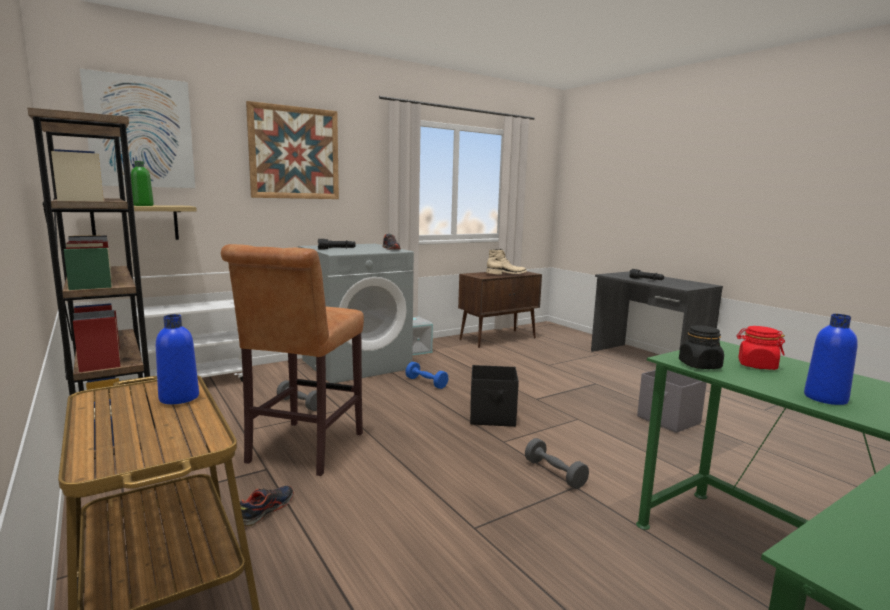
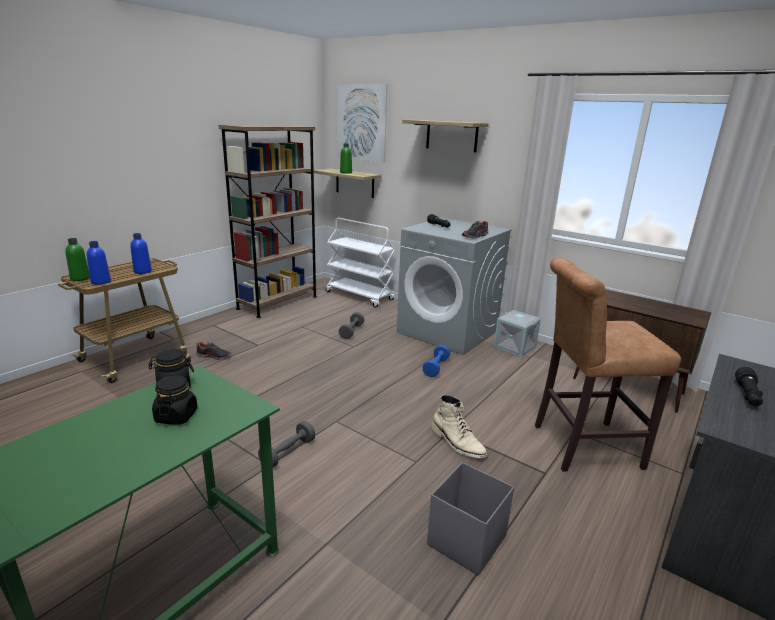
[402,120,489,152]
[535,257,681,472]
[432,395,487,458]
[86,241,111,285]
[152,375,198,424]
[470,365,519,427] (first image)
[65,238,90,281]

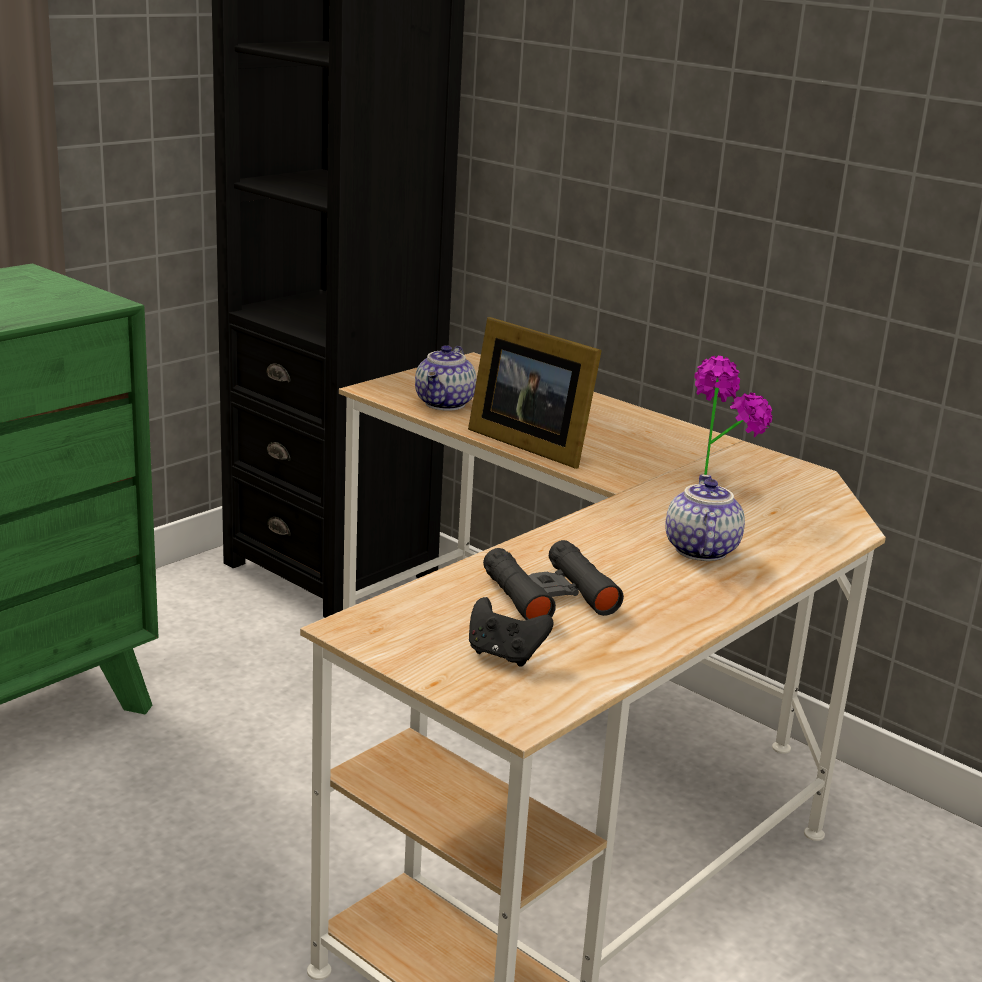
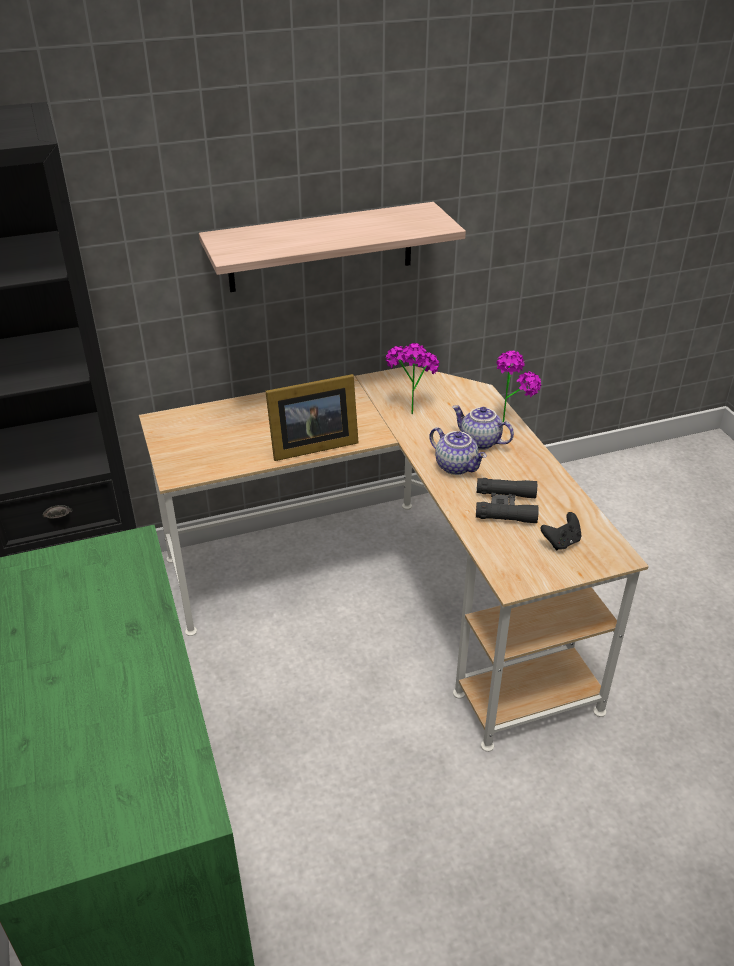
[430,427,487,475]
[199,202,466,292]
[497,351,541,422]

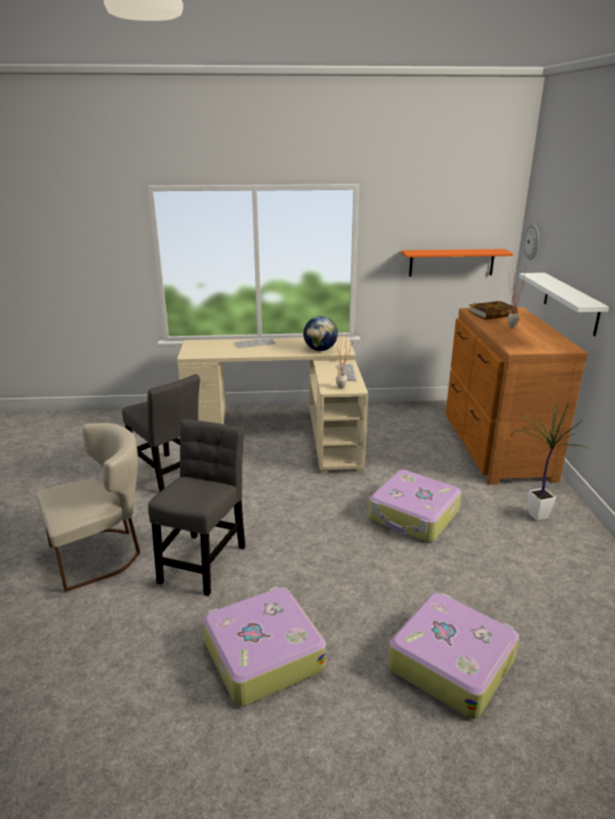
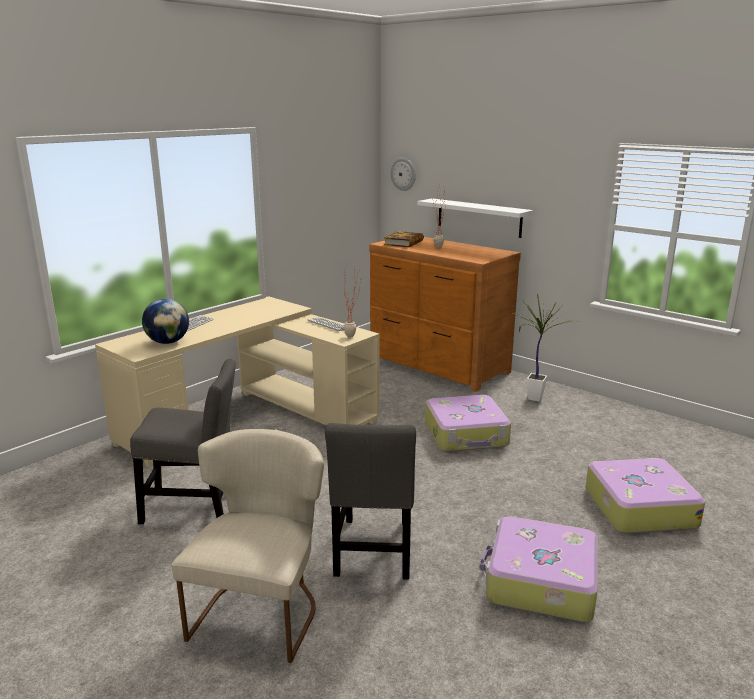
[401,249,513,277] (first image)
[142,299,189,344]
[325,423,416,580]

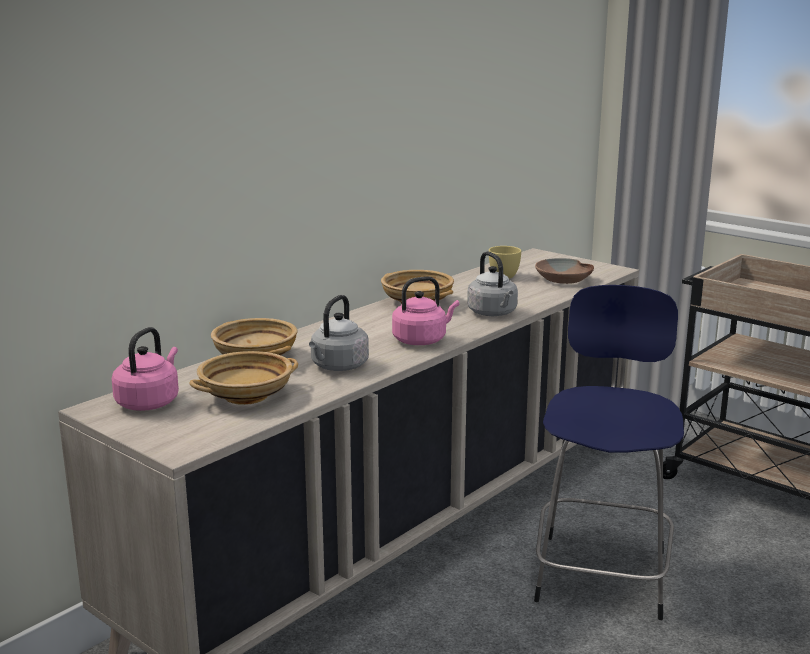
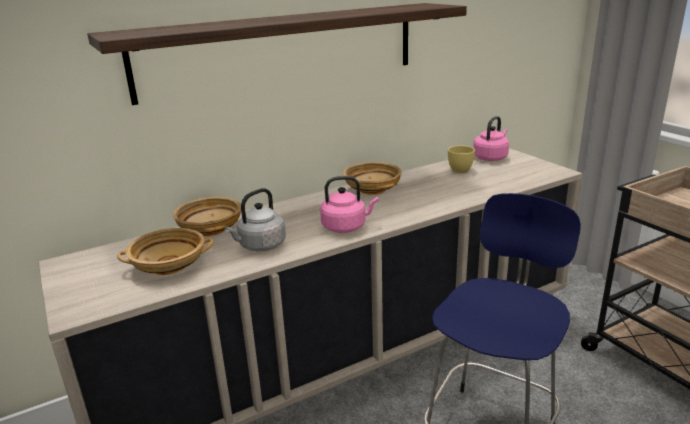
[467,251,518,316] (first image)
[535,258,594,284] (first image)
[473,116,509,161]
[87,3,467,105]

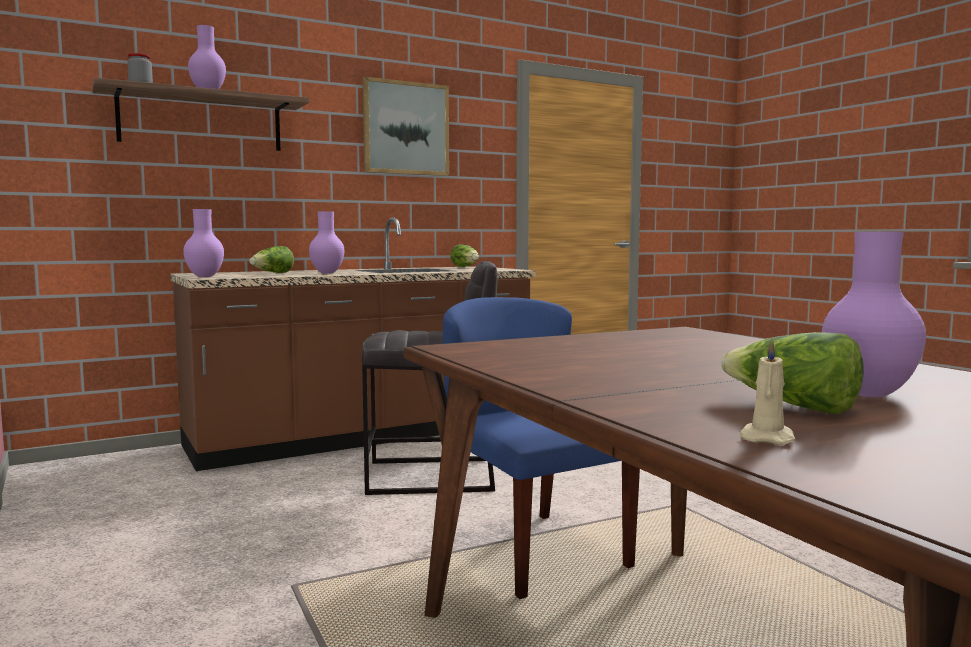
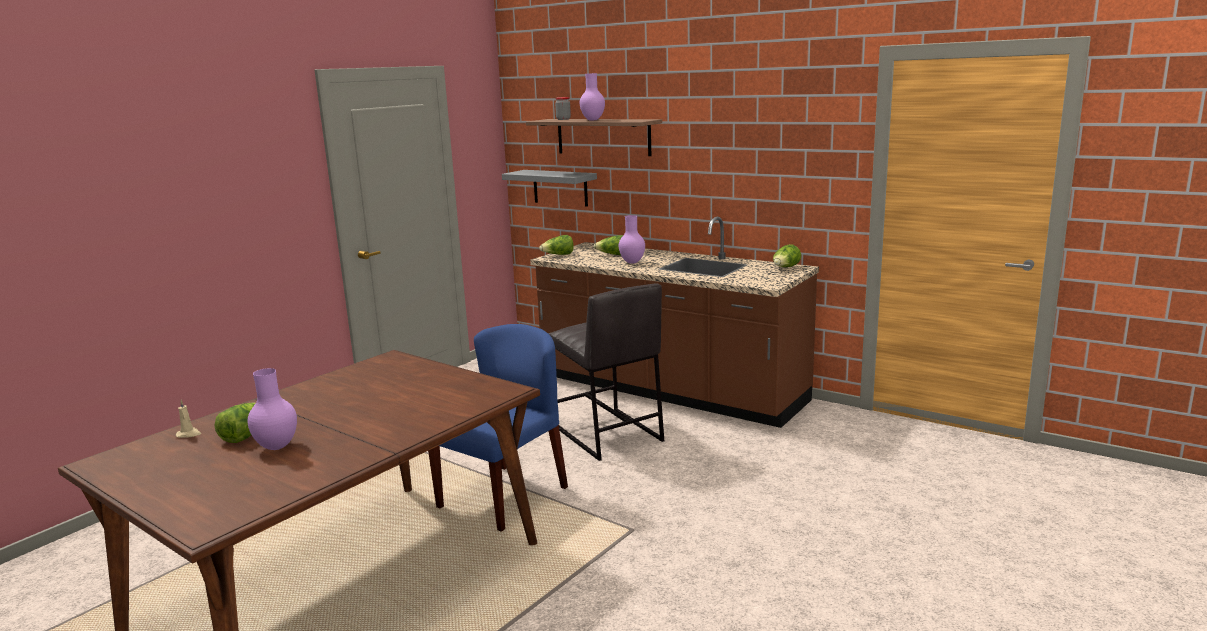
[362,77,449,176] (first image)
[539,235,574,255]
[502,170,597,206]

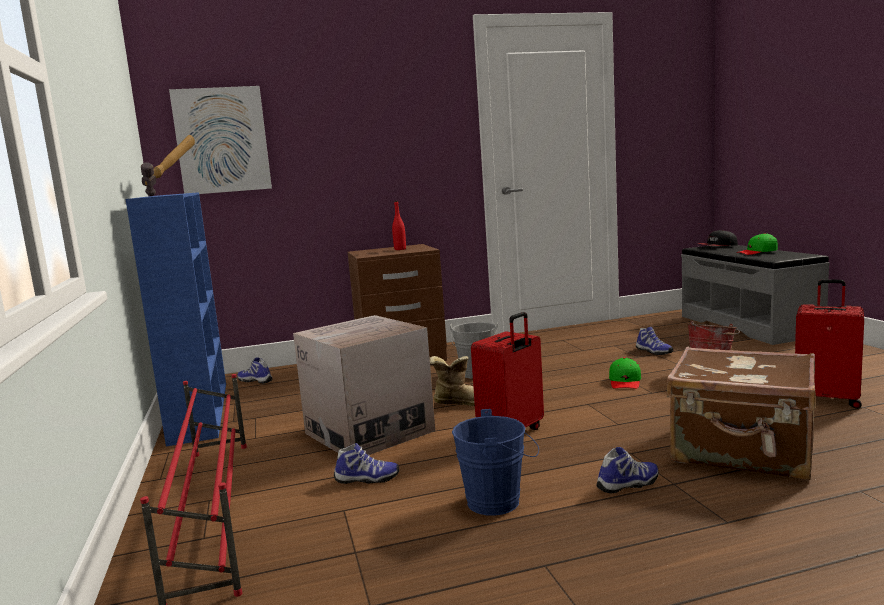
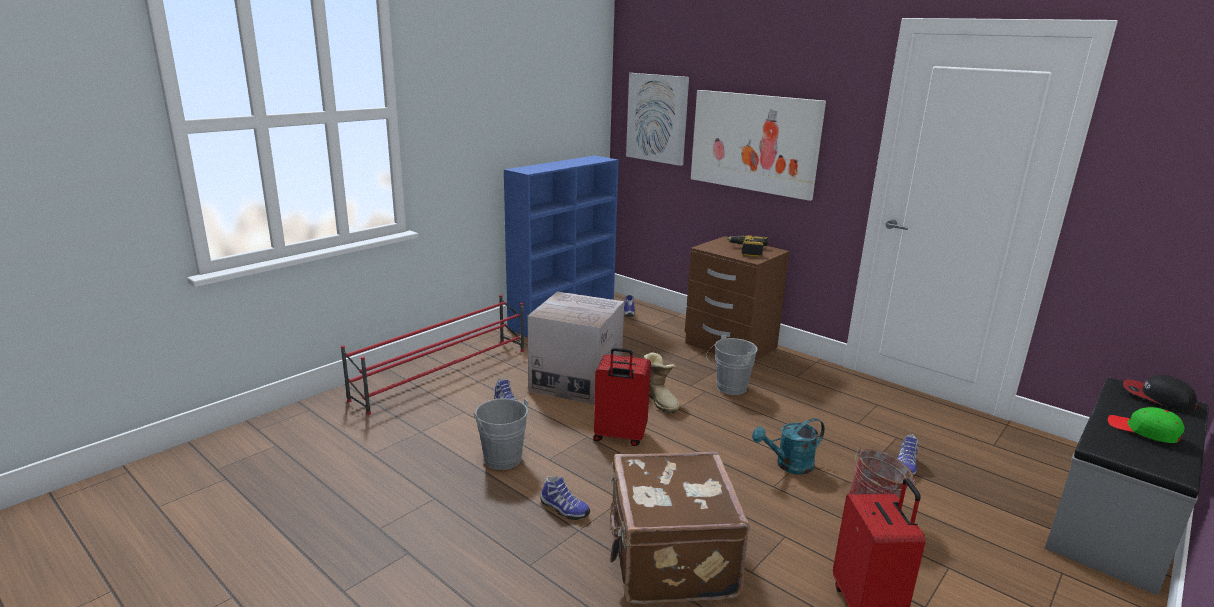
[141,135,195,196] (first image)
[727,235,768,257]
[752,418,825,475]
[474,398,533,470]
[691,90,826,201]

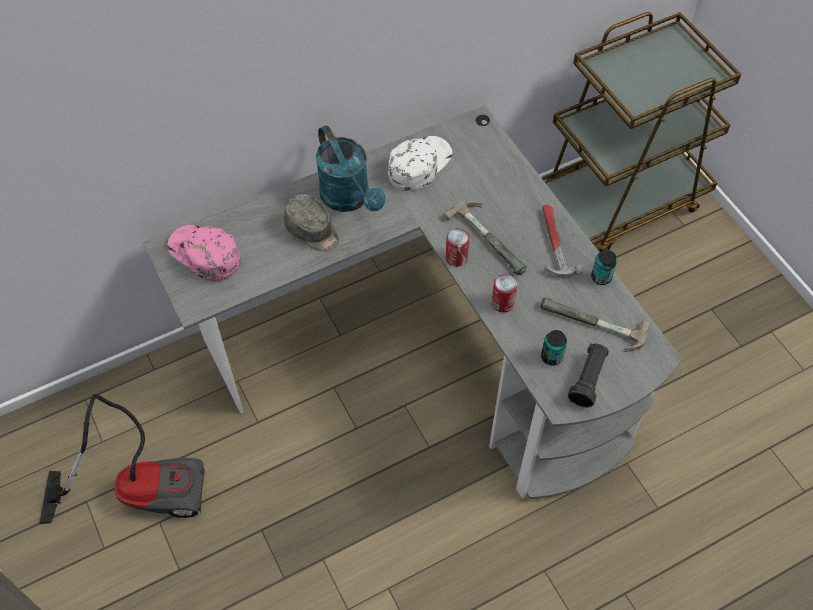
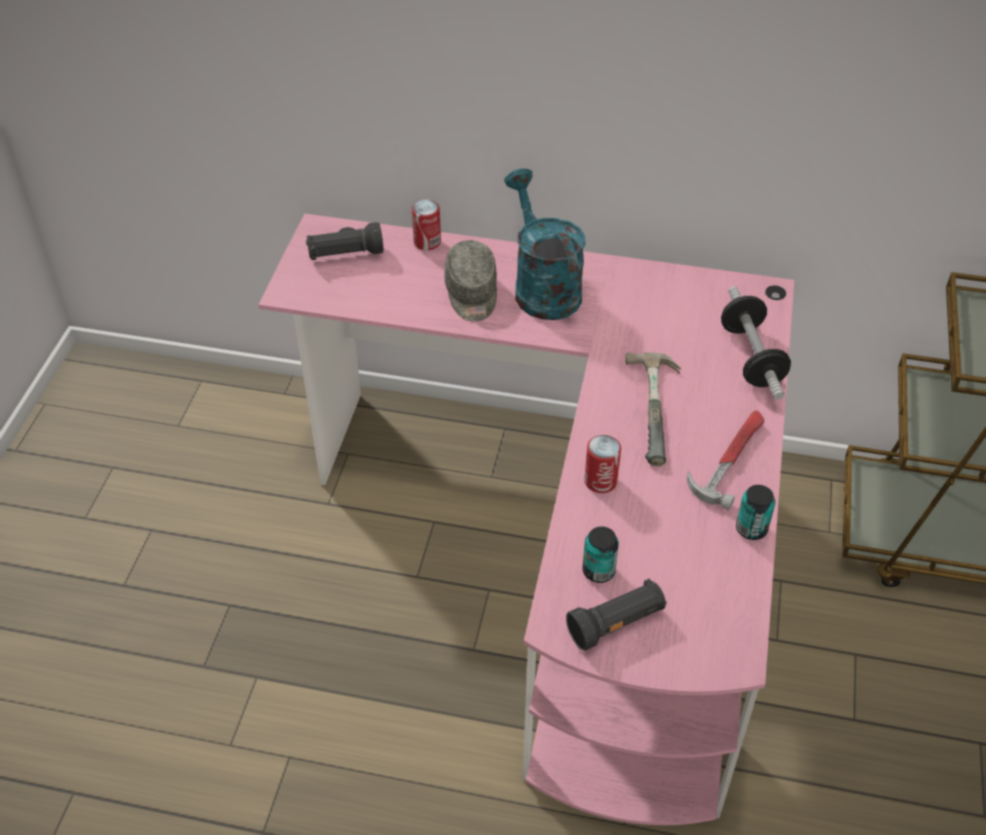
[258,213,794,825]
[504,169,585,320]
[388,136,452,191] (first image)
[306,222,384,260]
[412,199,441,250]
[540,298,651,352] (first image)
[40,394,205,524] (first image)
[721,286,791,400]

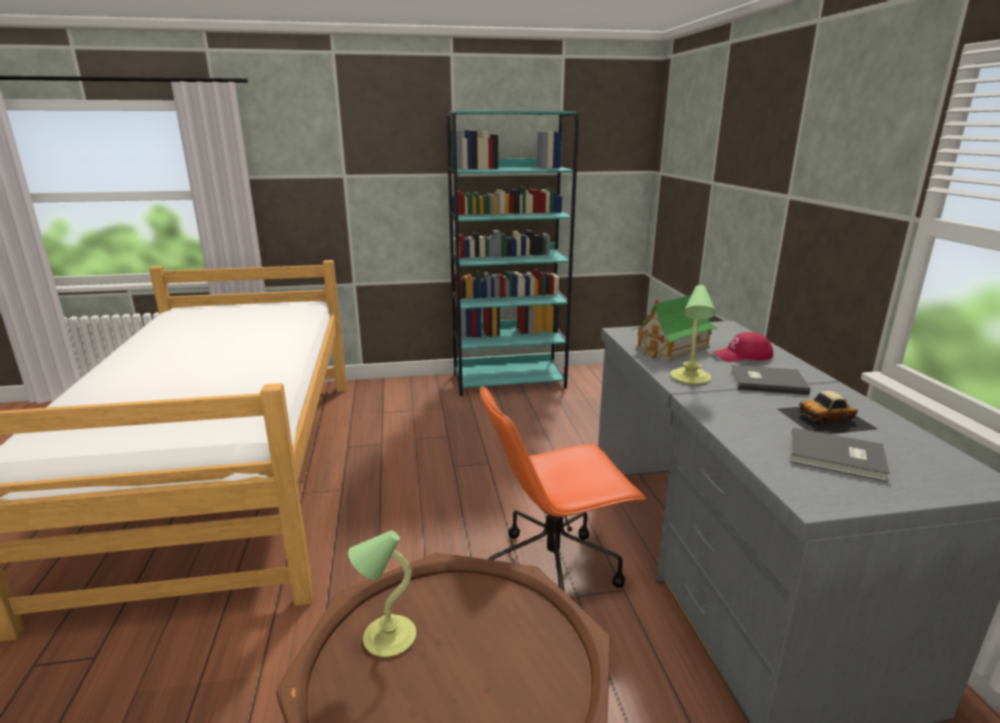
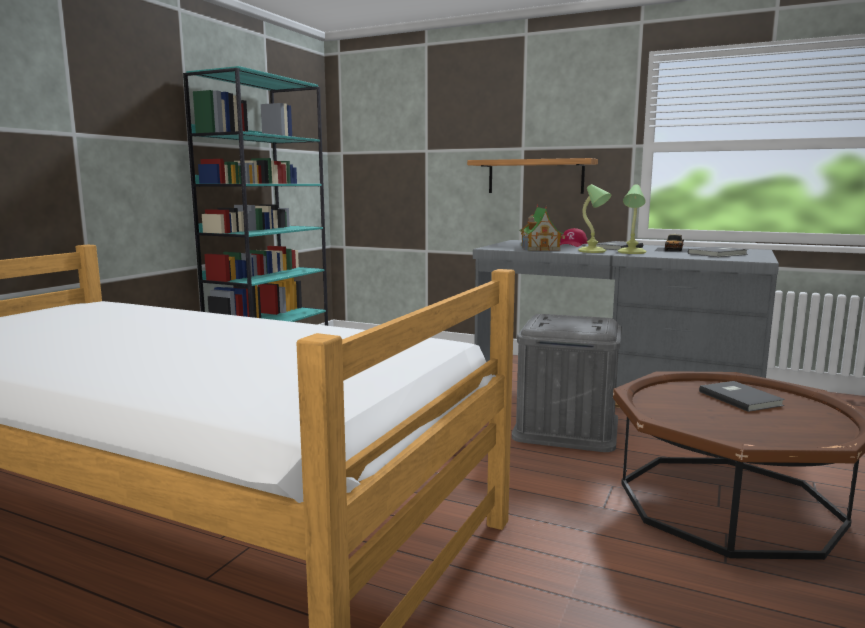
[512,314,622,452]
[617,184,647,254]
[467,158,598,194]
[699,381,785,412]

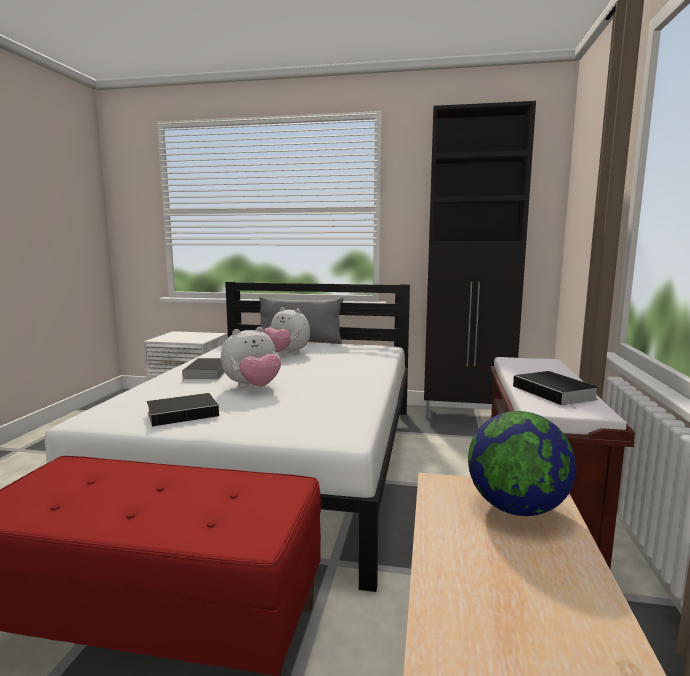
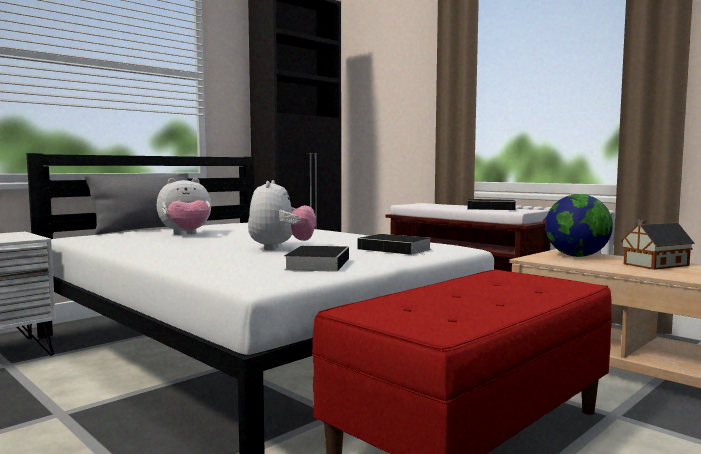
[357,234,432,255]
[621,220,695,270]

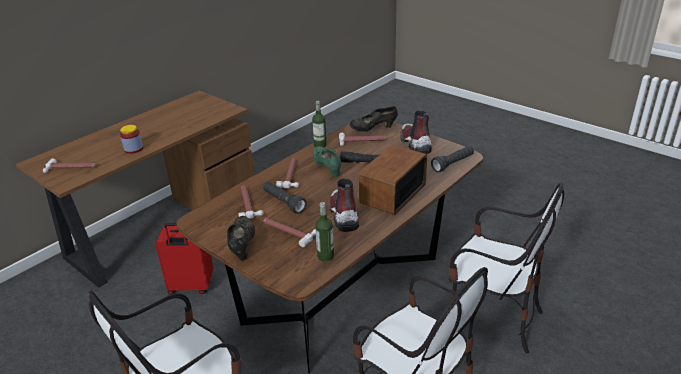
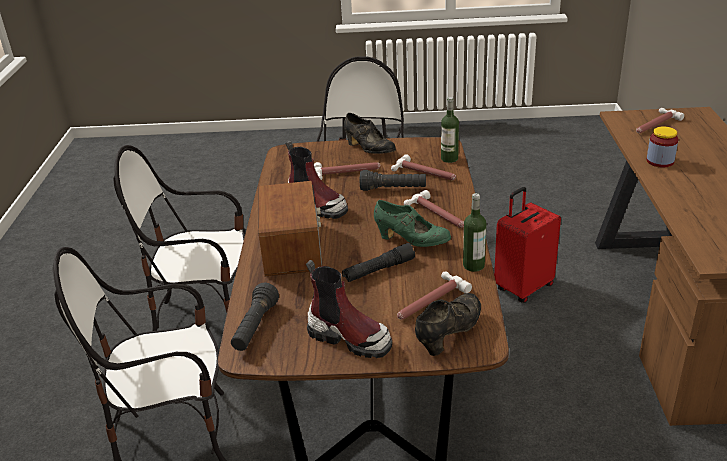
[441,97,459,163]

